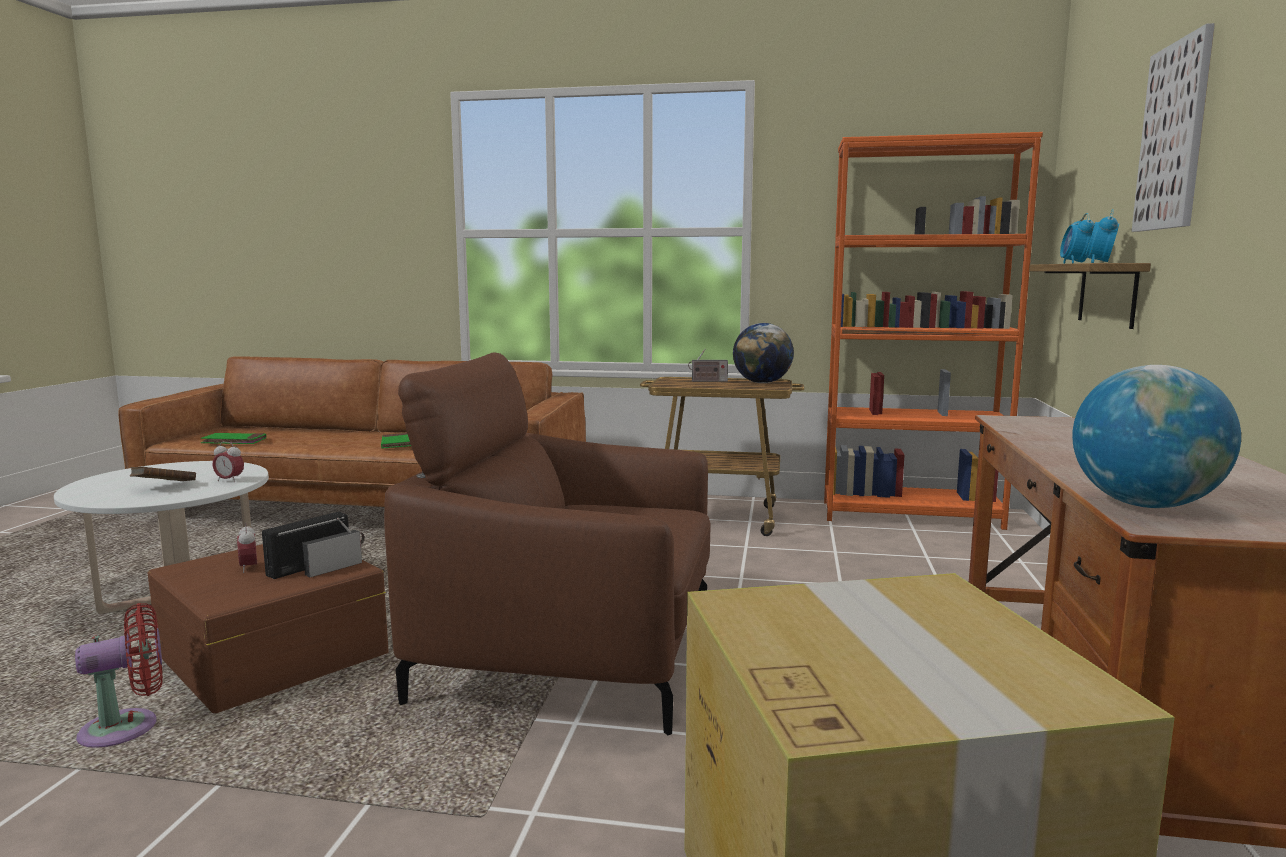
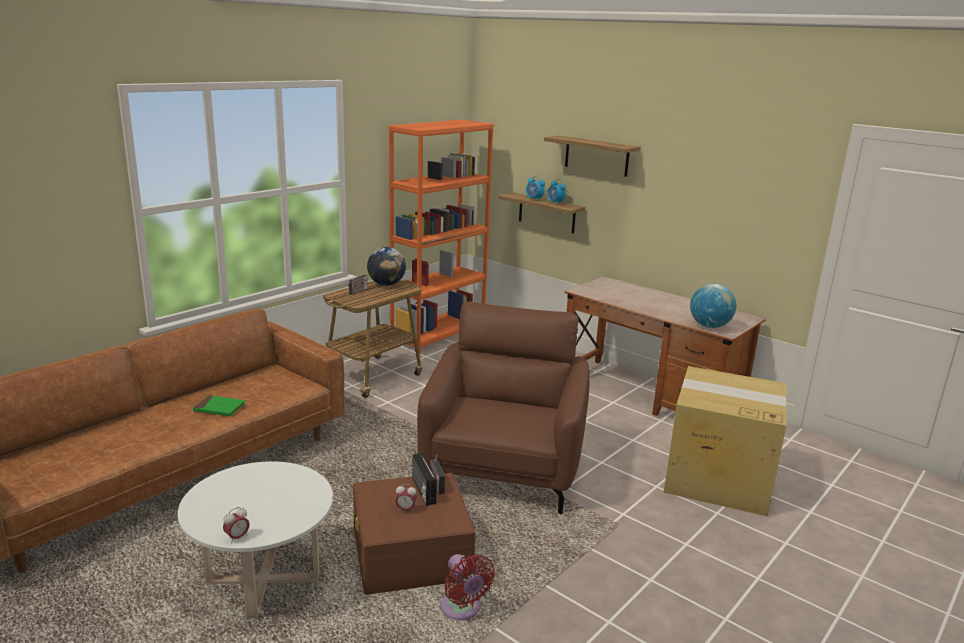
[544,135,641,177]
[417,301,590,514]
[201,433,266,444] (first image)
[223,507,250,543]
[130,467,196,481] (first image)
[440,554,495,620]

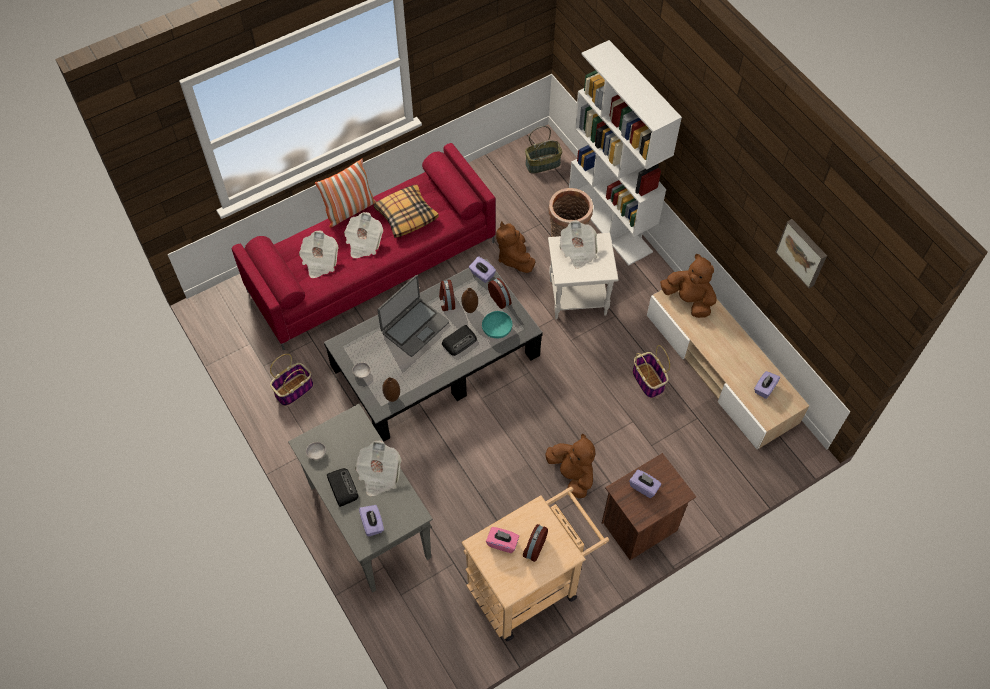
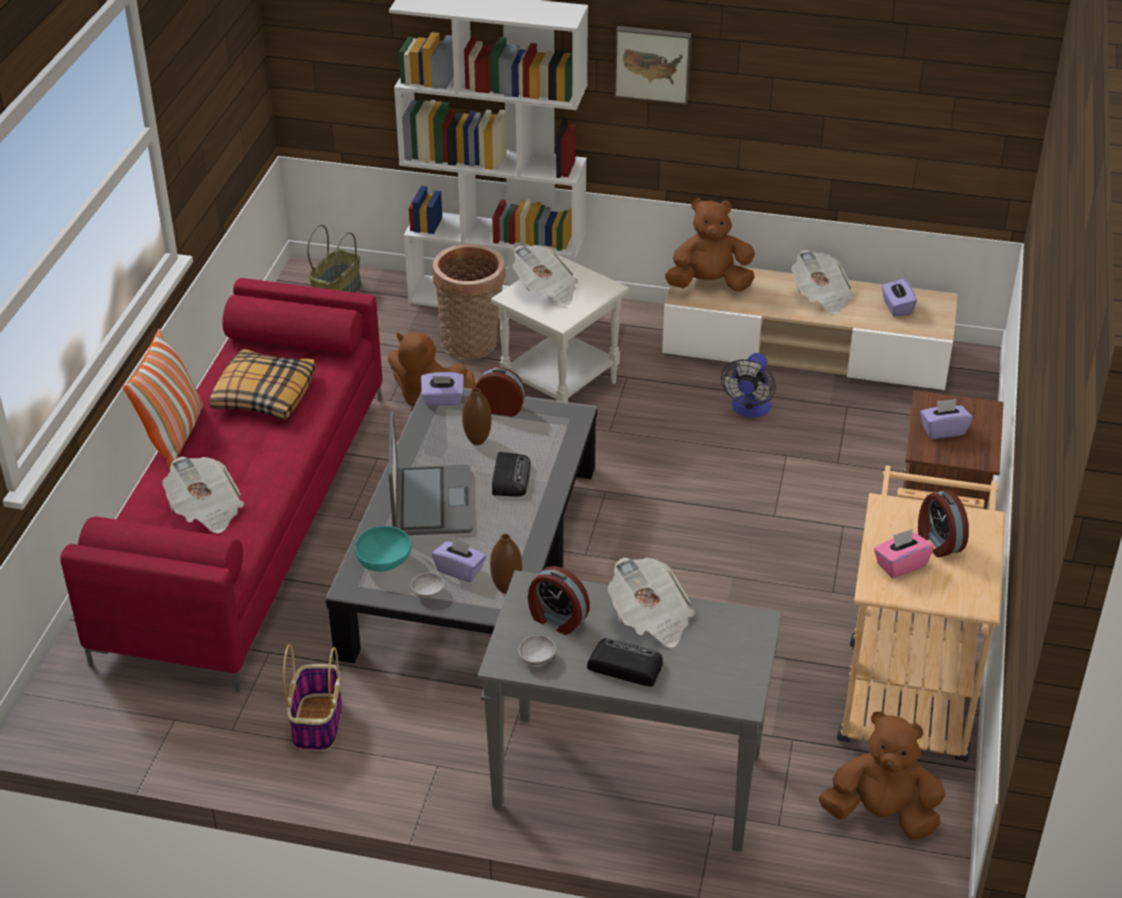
[791,250,854,314]
[615,26,692,105]
[528,566,590,635]
[355,526,411,572]
[721,353,776,417]
[819,711,945,840]
[432,537,486,582]

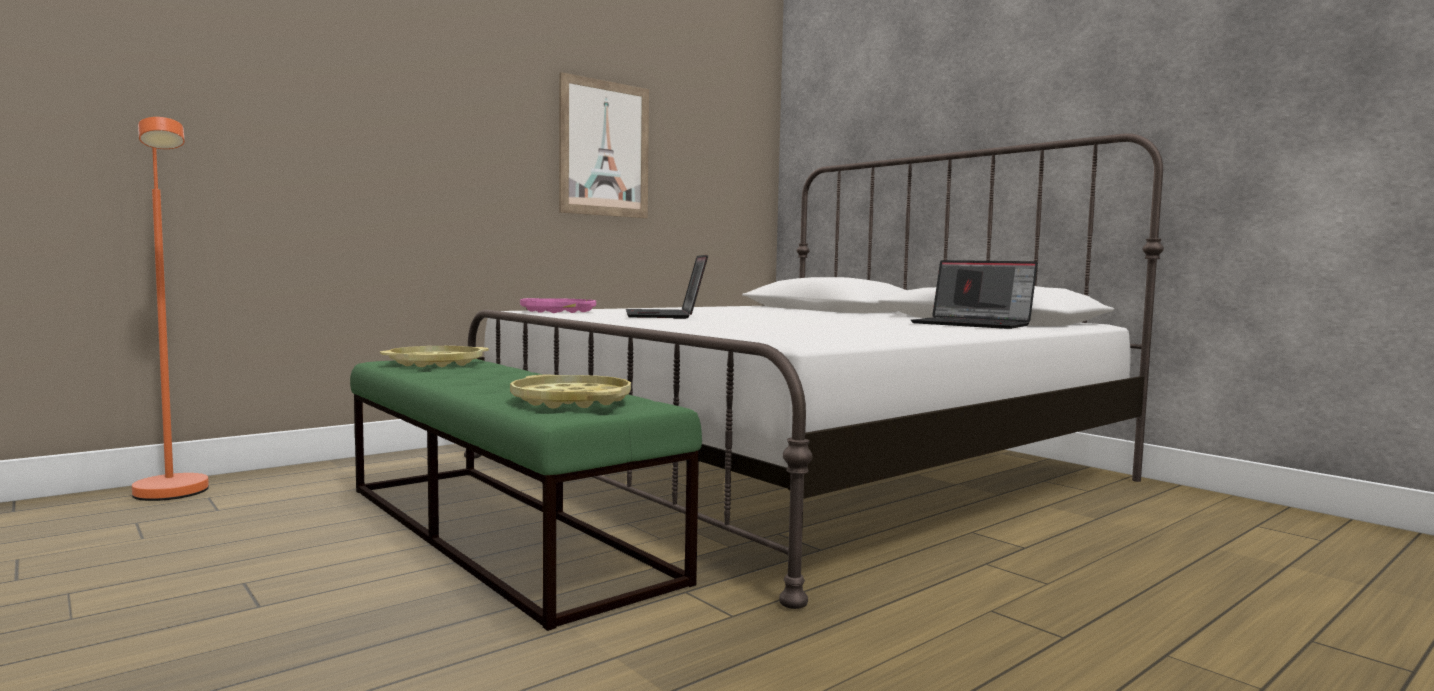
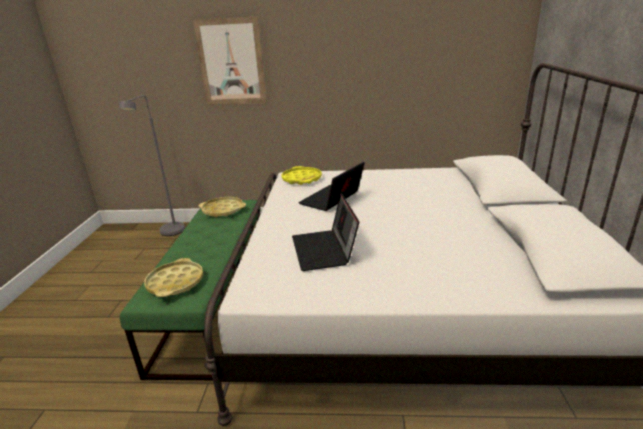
[193,16,267,105]
[119,95,185,236]
[292,193,359,271]
[281,166,322,185]

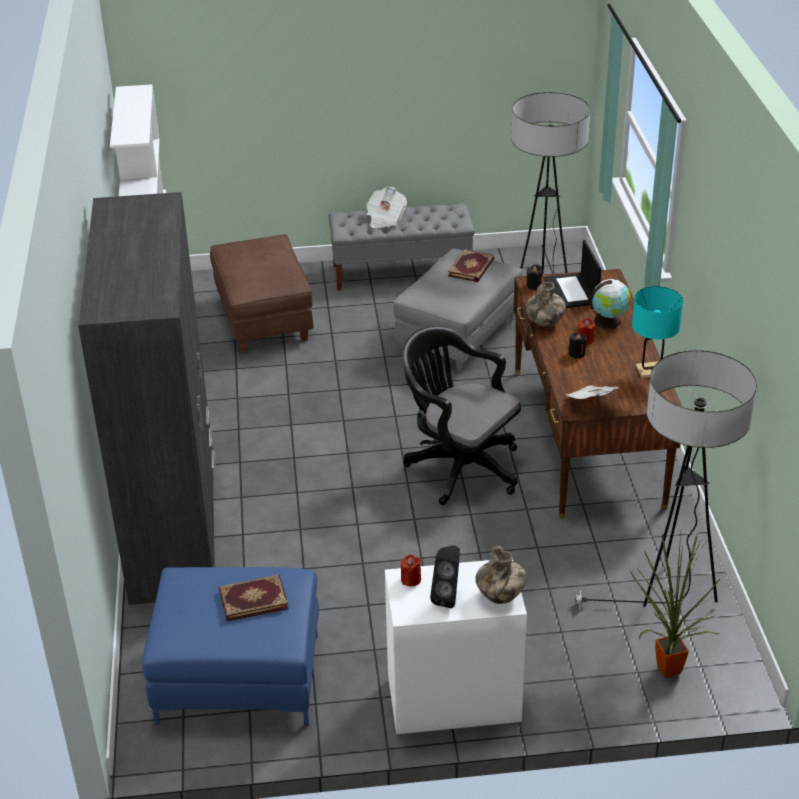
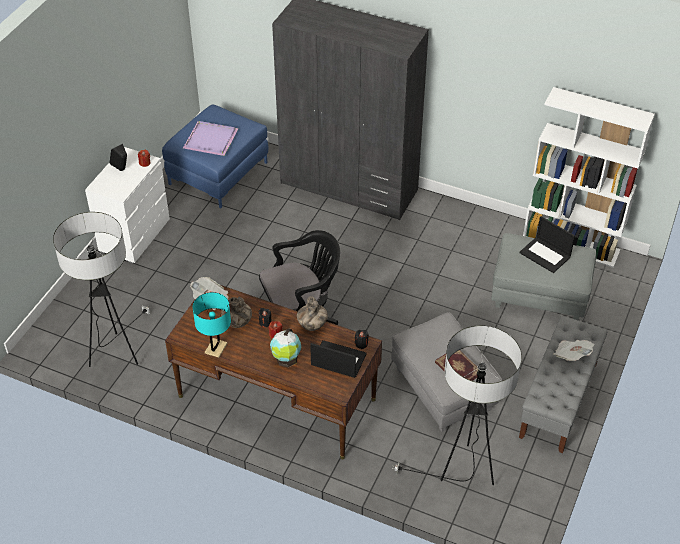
[491,233,596,320]
[630,534,720,678] (first image)
[221,297,252,328]
[183,121,239,156]
[519,216,575,273]

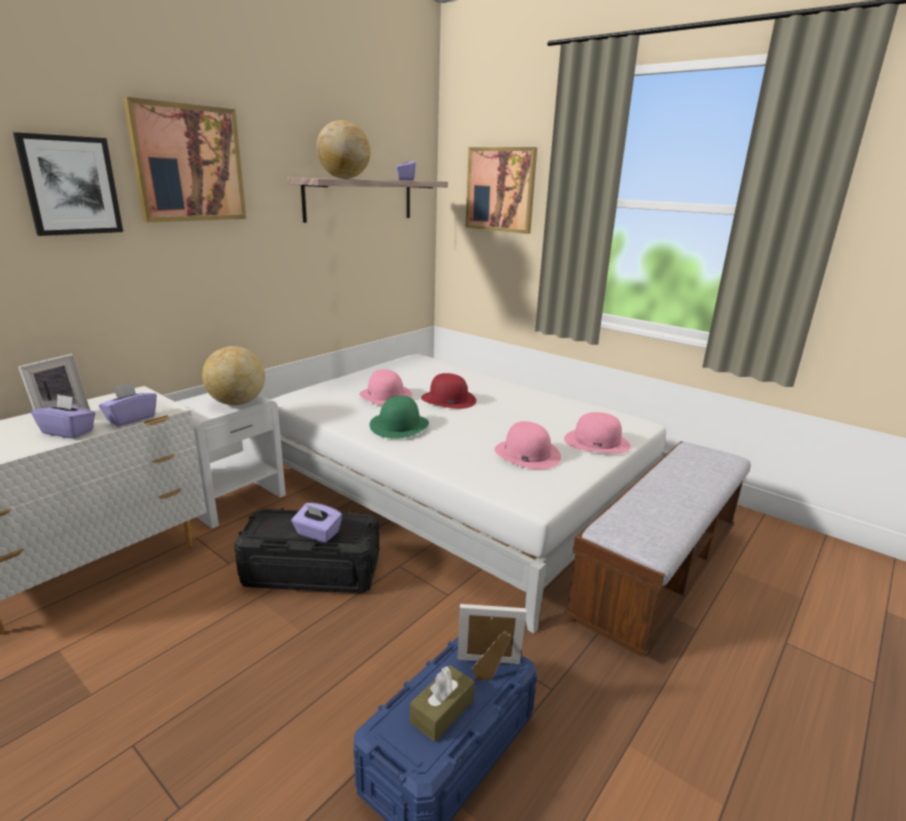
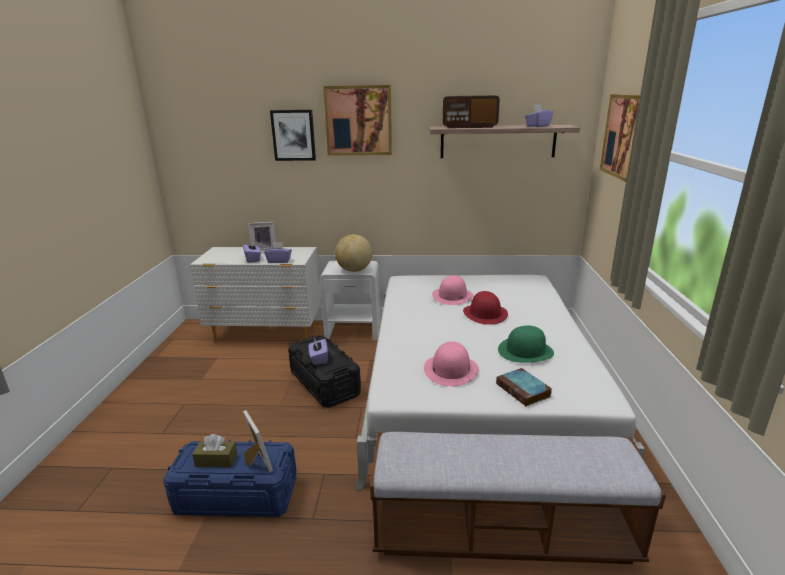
[443,95,500,128]
[498,326,554,363]
[496,368,552,406]

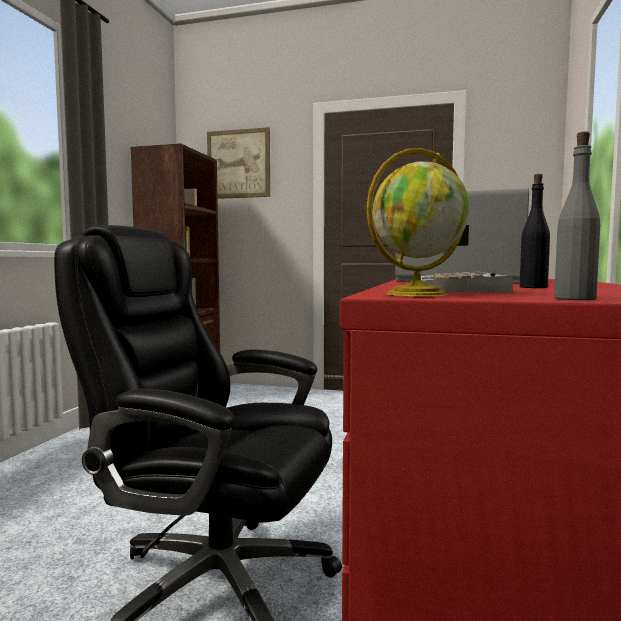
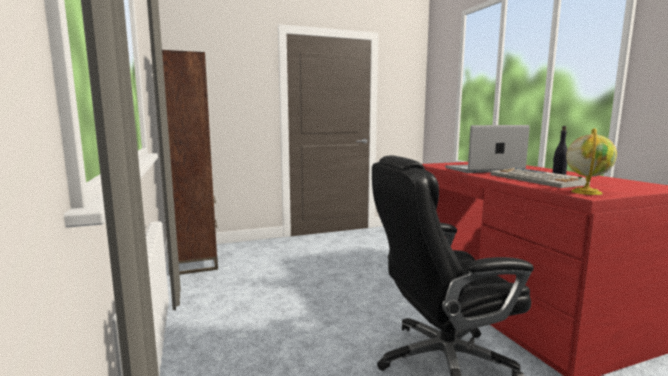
[207,127,270,199] (first image)
[554,131,600,300] (first image)

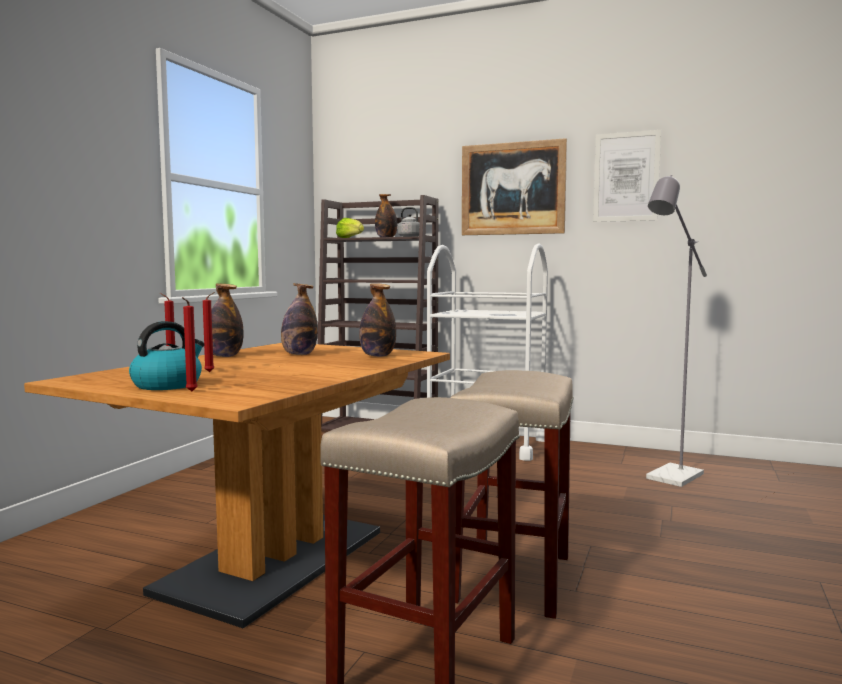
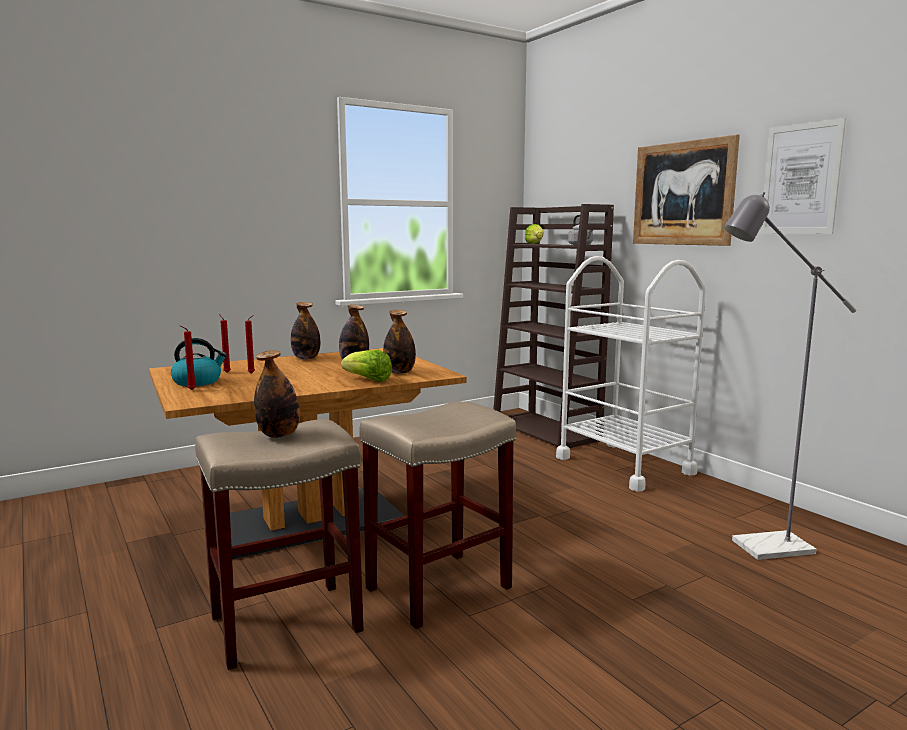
[254,350,300,438]
[341,350,392,382]

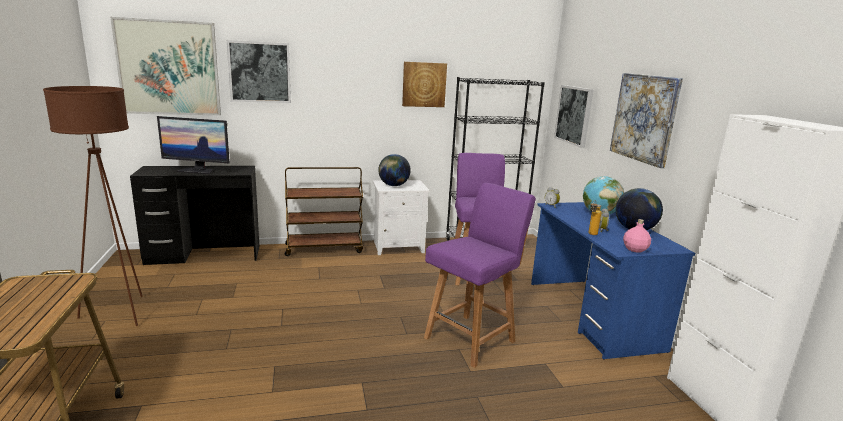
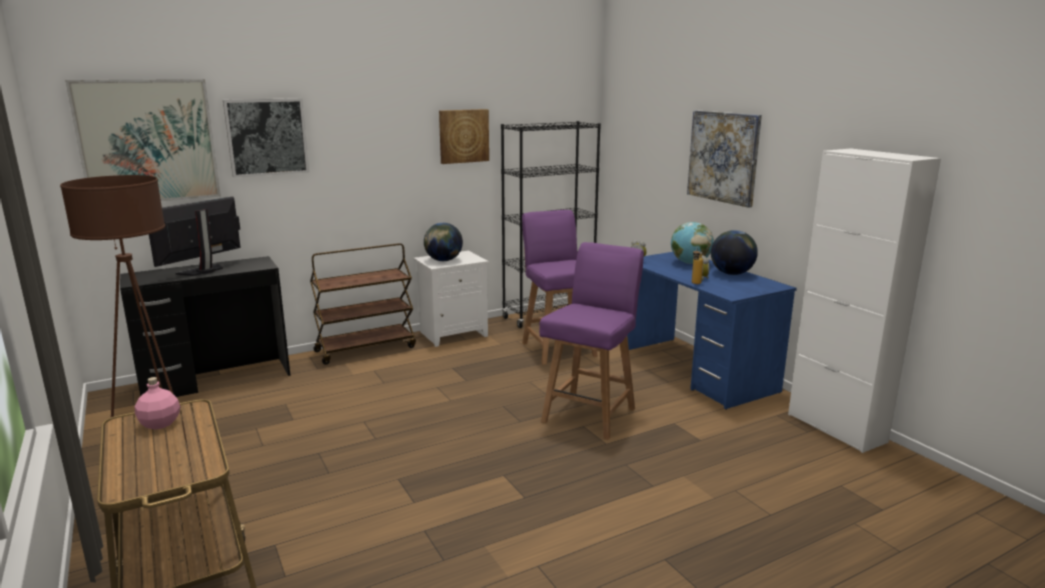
[554,85,593,148] (first image)
[149,196,241,276]
[135,377,180,430]

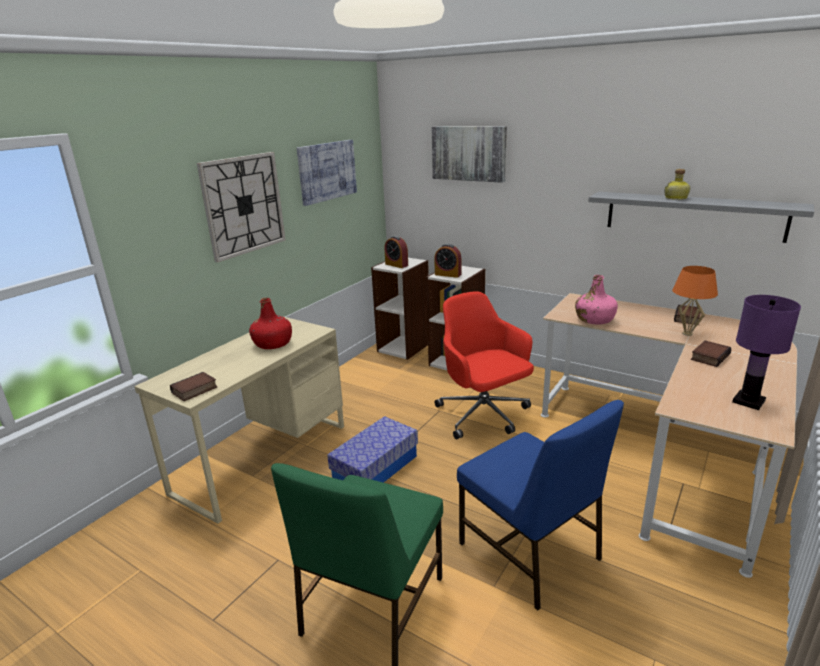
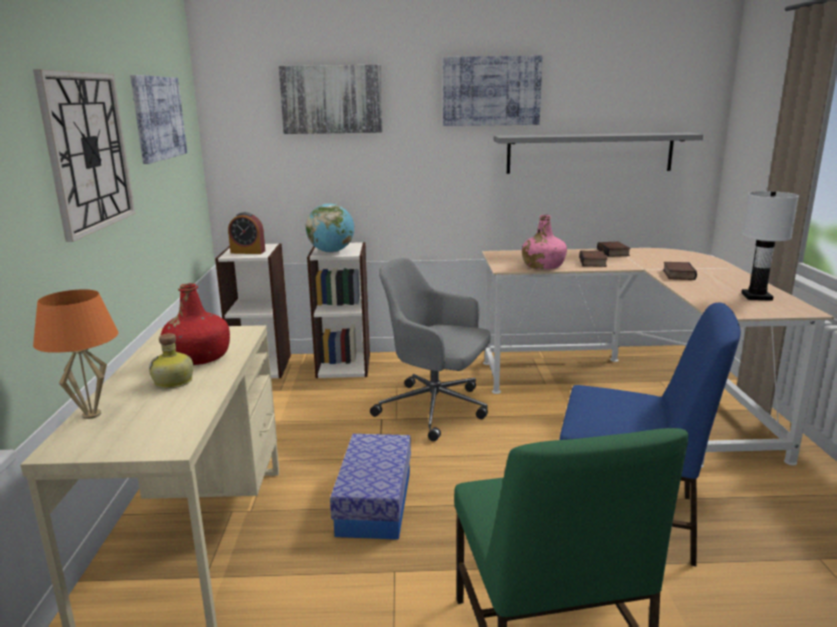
[149,333,193,389]
[306,203,354,253]
[33,289,118,419]
[370,258,491,441]
[741,191,799,301]
[579,251,607,267]
[443,55,542,126]

